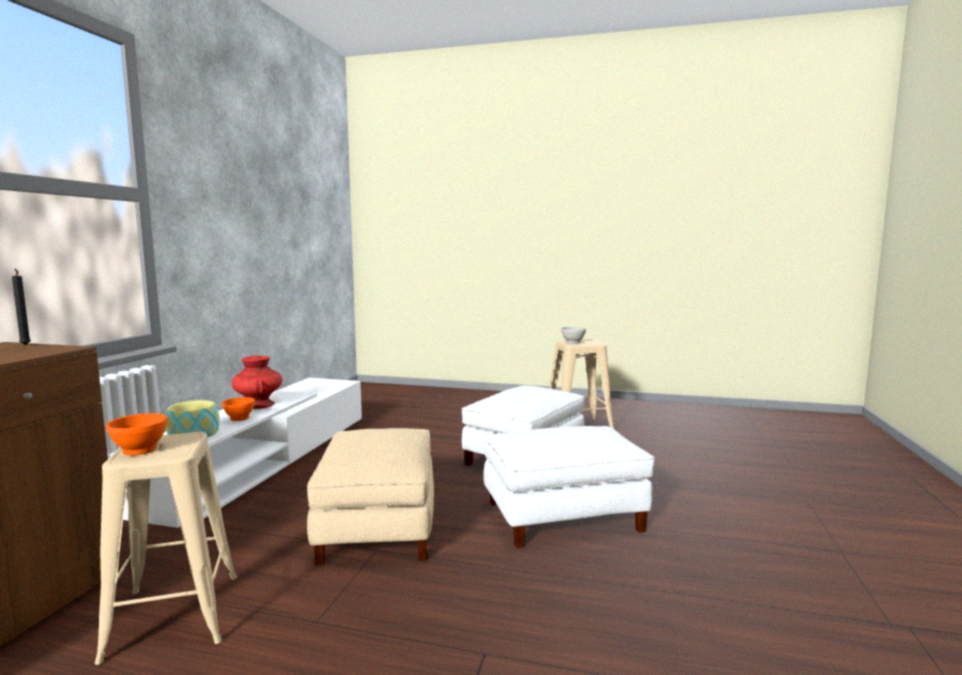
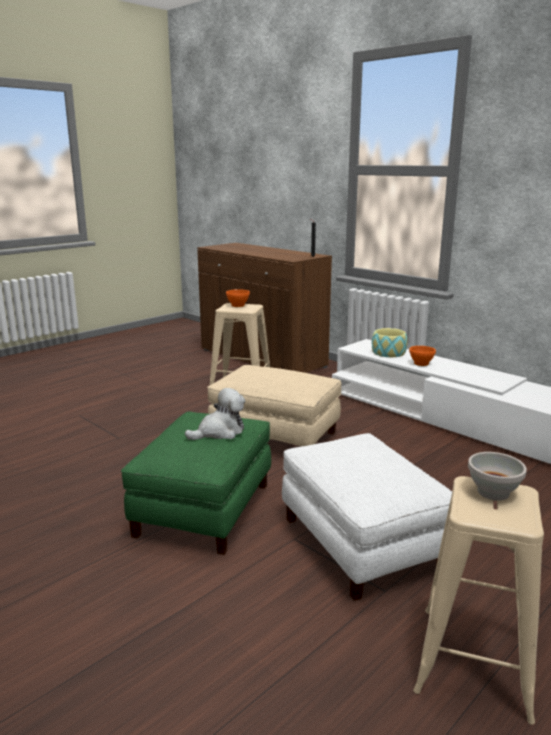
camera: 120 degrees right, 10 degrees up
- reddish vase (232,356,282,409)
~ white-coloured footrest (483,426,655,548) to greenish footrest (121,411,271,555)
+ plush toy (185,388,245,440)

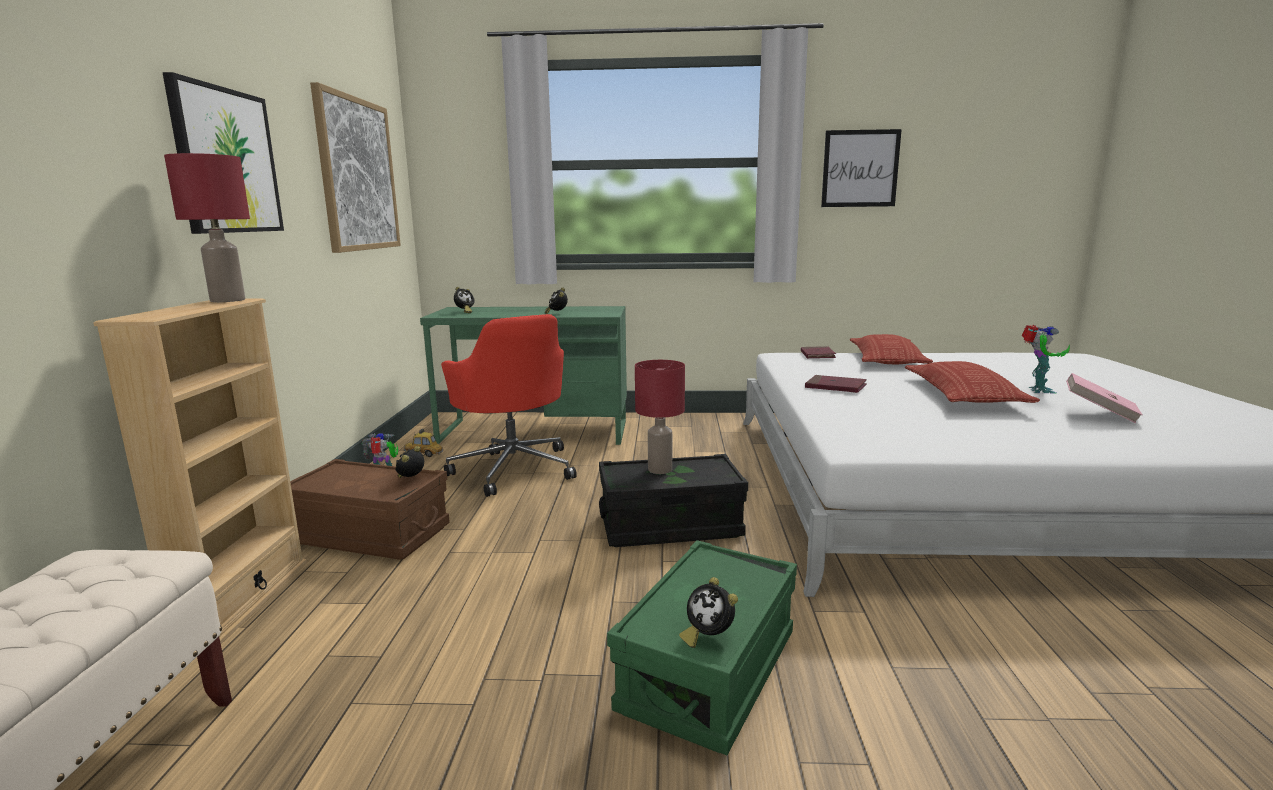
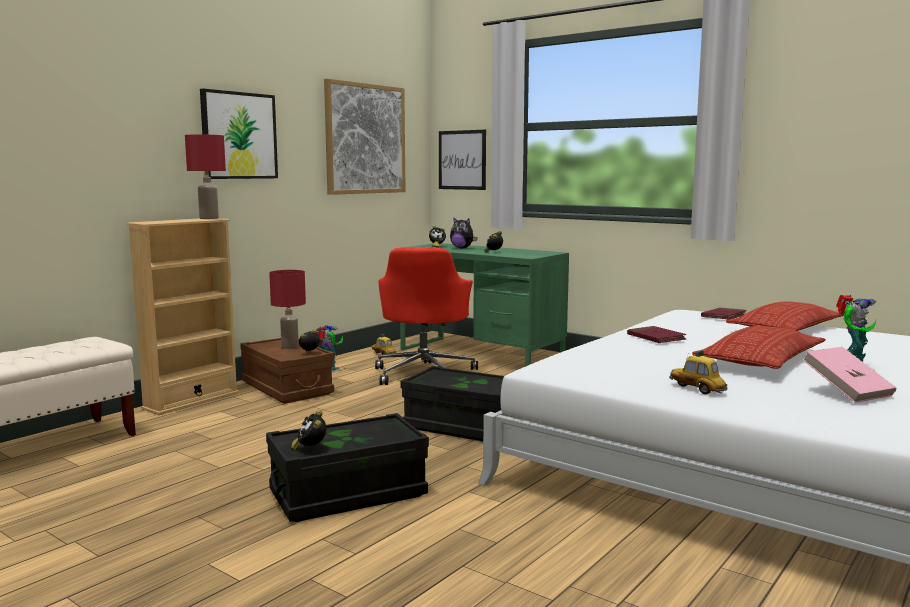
camera: 35 degrees right, 5 degrees down
~ greenish storage box (607,540,797,755) to black-coloured storage box (266,413,429,522)
~ reddish table lamp (635,360,685,474) to (269,270,306,349)
~ picture (821,129,902,207) to (439,130,486,190)
+ plush toy (450,217,478,249)
+ toy car (670,350,728,394)

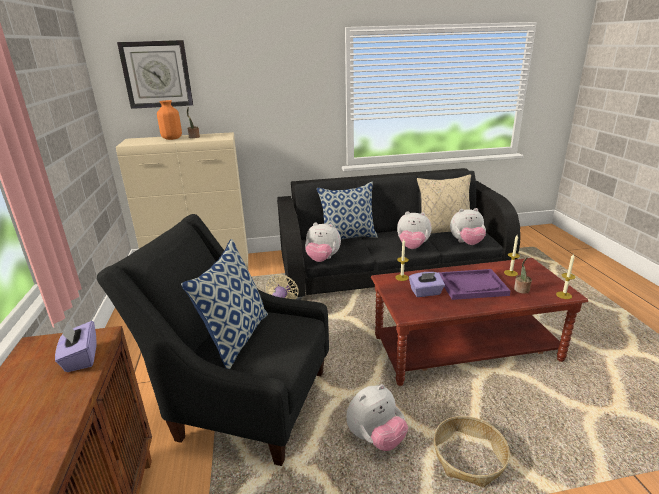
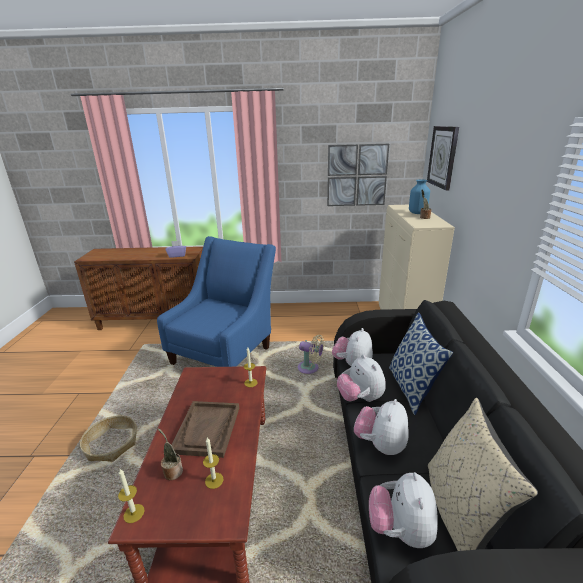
camera: 100 degrees right, 0 degrees up
~ black-coloured lounge chair (96,214,329,466) to blue-coloured lounge chair (157,236,276,367)
~ orange-coloured vase (157,100,182,140) to blue-coloured vase (409,179,430,214)
- pillow (181,239,268,369)
~ plush toy (346,384,408,451) to (337,354,386,402)
- purple tissue box (409,272,445,297)
~ purple carrying tray (438,269,511,300) to brown-coloured carrying tray (172,401,239,458)
+ picture (327,144,389,206)

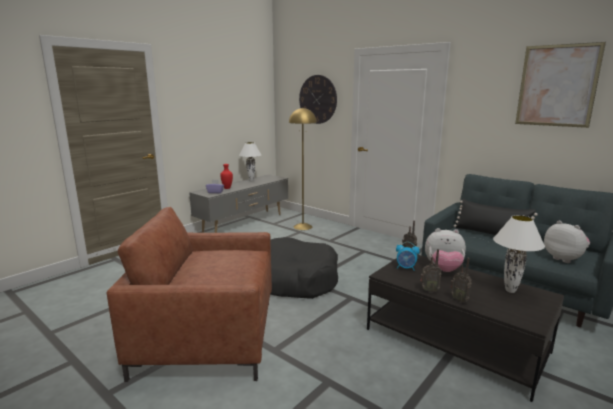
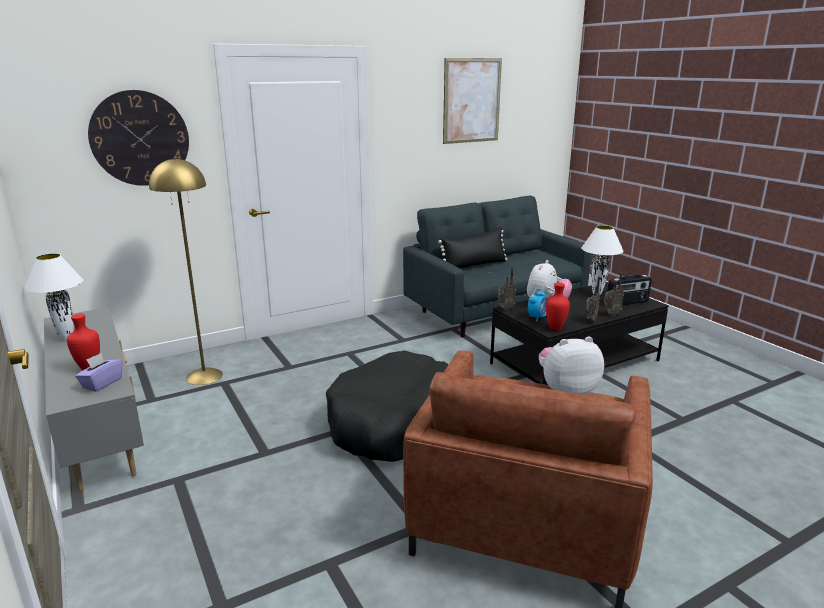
camera: 70 degrees left, 5 degrees up
~ plush toy (544,221,590,263) to (539,337,604,395)
+ reddish vase (546,283,570,330)
+ radio receiver (607,275,652,305)

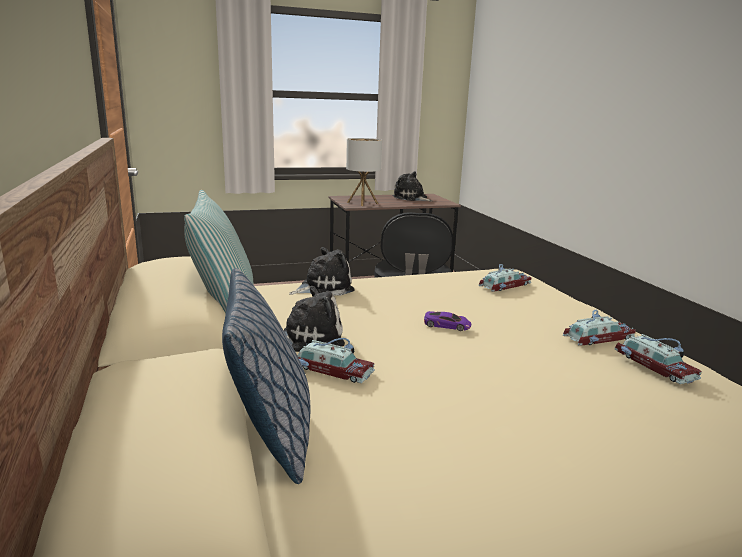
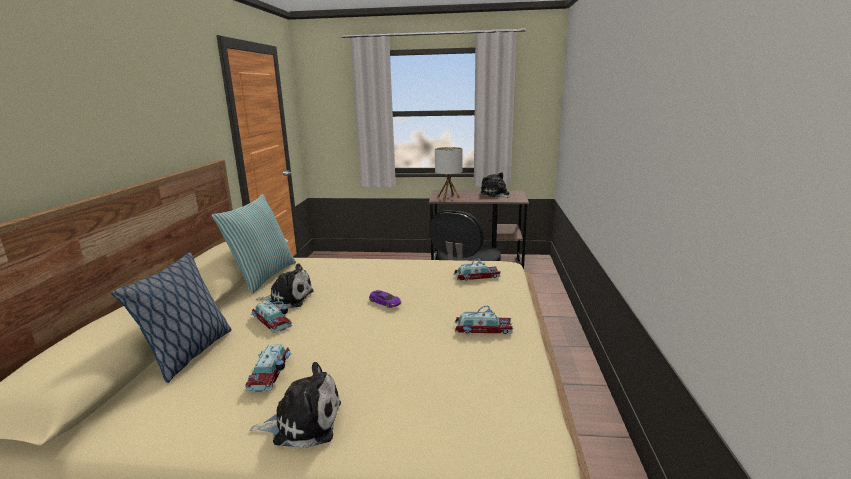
camera: 25 degrees right, 0 degrees up
~ plush toy (289,247,355,296) to (249,362,341,448)
~ toy car (615,334,702,384) to (245,344,291,392)

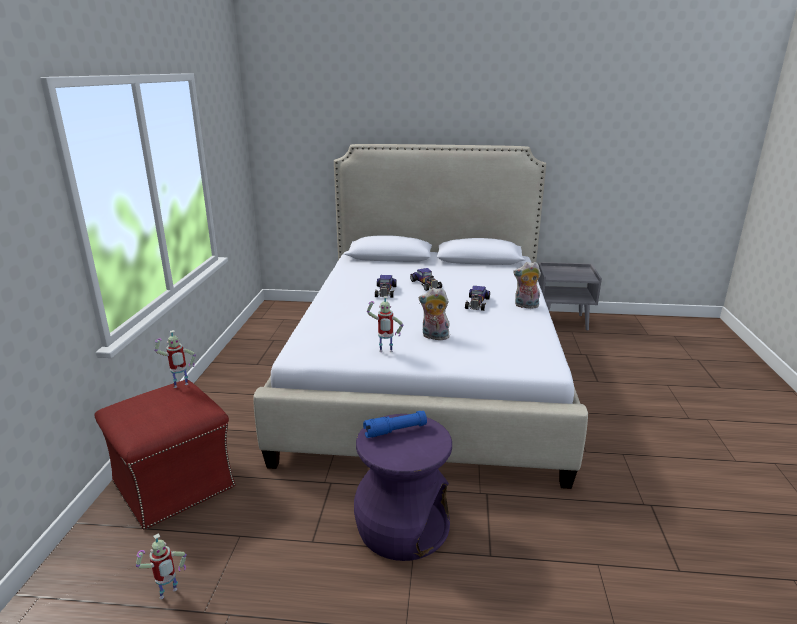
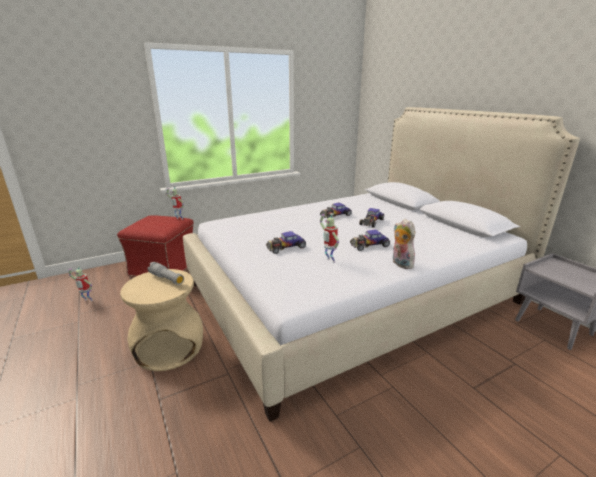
camera: 55 degrees right, 0 degrees up
~ purple sitting stool (354,414,452,561) to sand-coloured sitting stool (120,269,203,371)
~ blue-coloured flashlight (363,411,427,438) to grey flashlight (148,262,184,285)
~ model robot (367,296,403,352) to (320,213,339,263)
~ plush toy (419,288,450,340) to toy car (266,231,306,254)

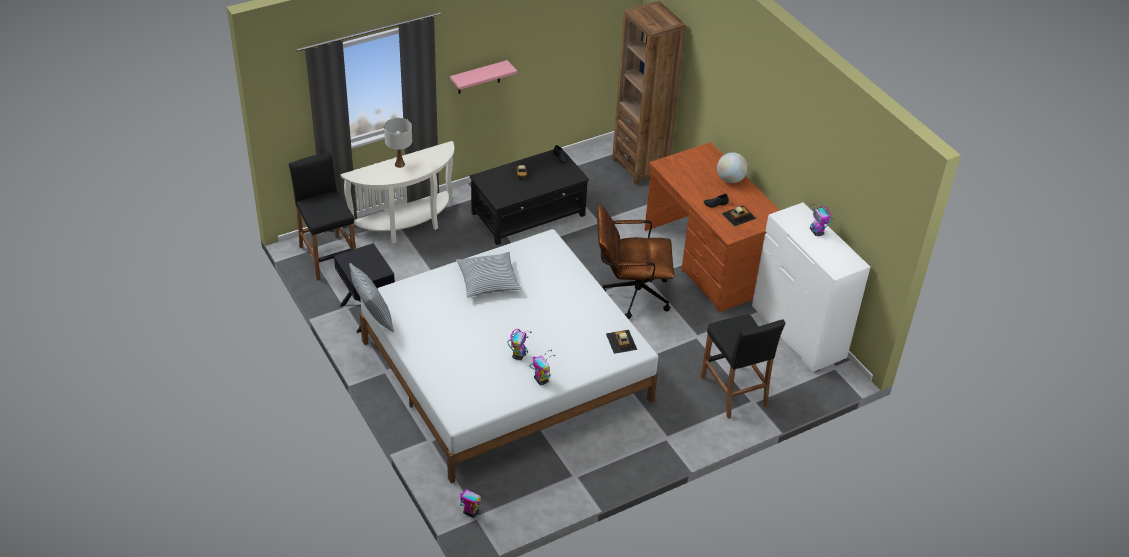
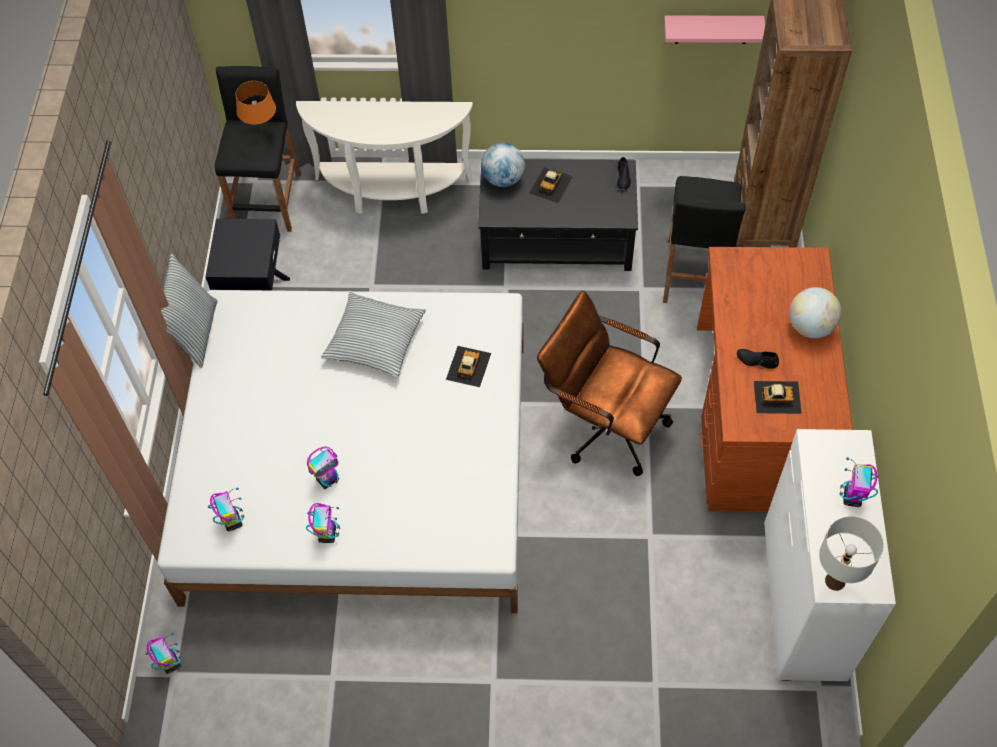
camera: 35 degrees right, 15 degrees up
~ white-coloured table lamp (384,118,412,168) to (819,516,884,591)
~ pinkish bracket shelf (450,60,517,94) to (664,15,765,44)
~ toy car (606,330,637,354) to (446,346,491,387)
~ black-coloured sitting stool (701,314,785,419) to (663,176,746,303)
+ model robot (208,487,244,531)
+ orange-coloured table lamp (236,81,276,135)
+ globe (481,143,525,187)

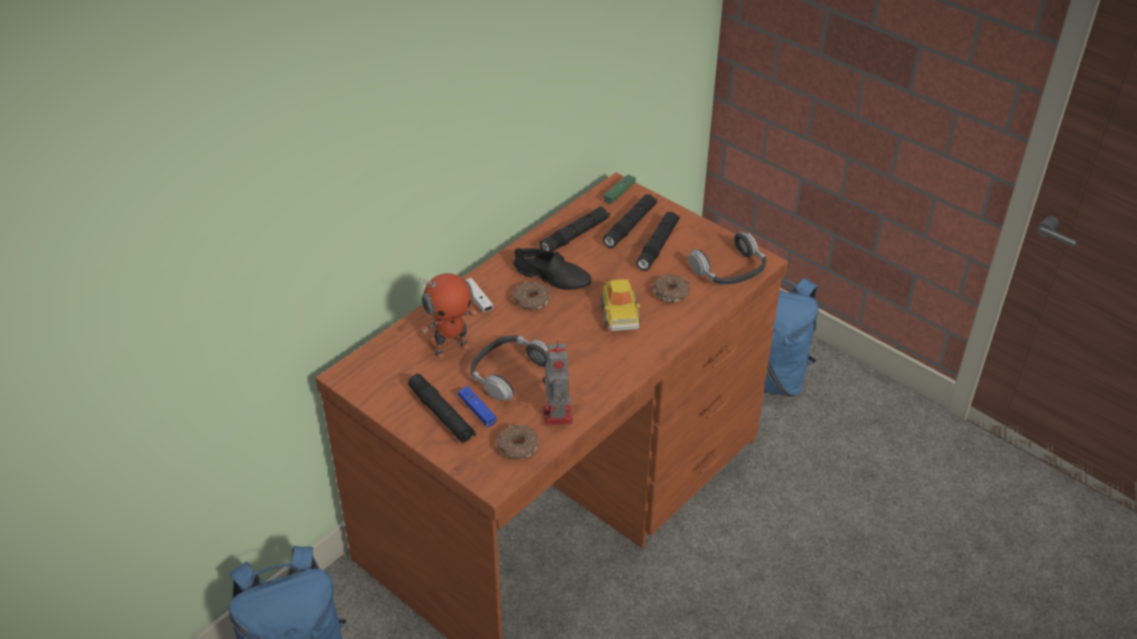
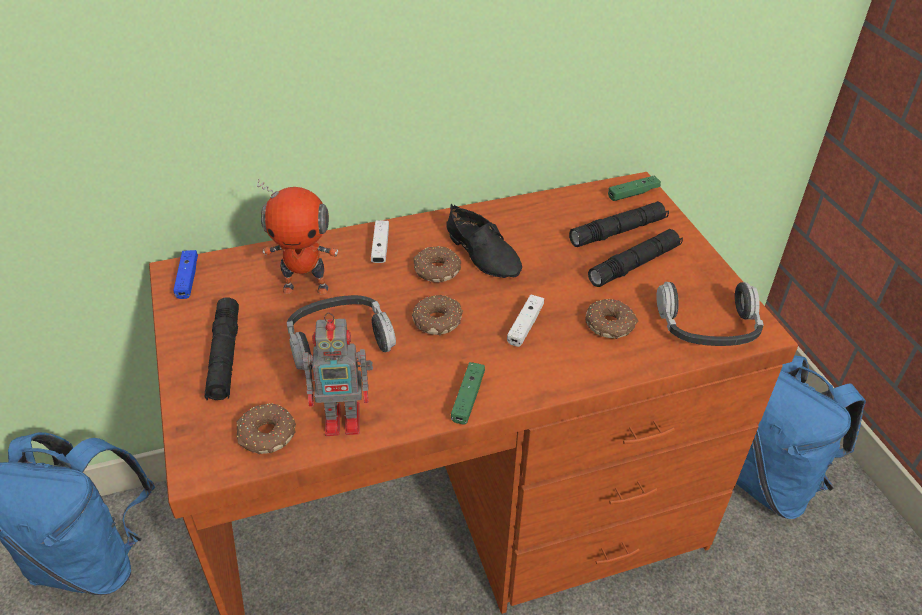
camera: 30 degrees right, 0 degrees up
~ blue-coloured game controller (458,386,496,427) to (173,250,198,299)
- black-coloured flashlight (539,206,610,252)
~ model robot (542,340,573,426) = (303,313,373,436) 120 degrees counterclockwise
~ toy car (600,279,640,331) to white-coloured game controller (507,295,544,347)
+ donut (412,295,463,335)
+ greenish game controller (451,362,485,424)

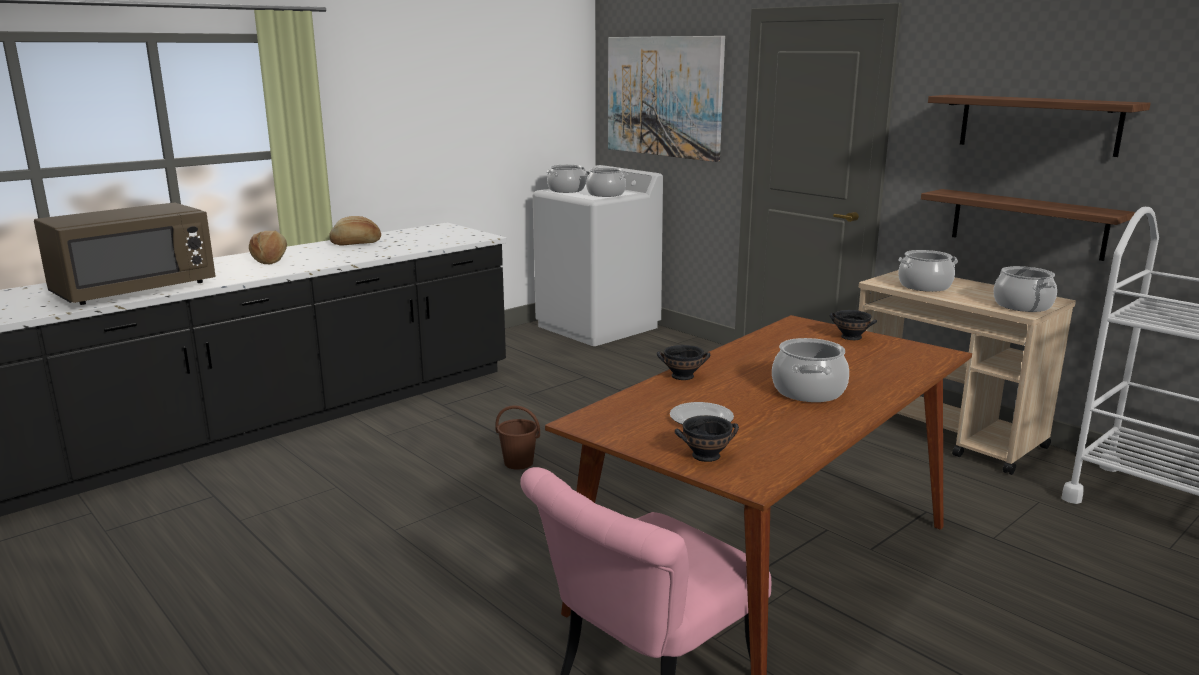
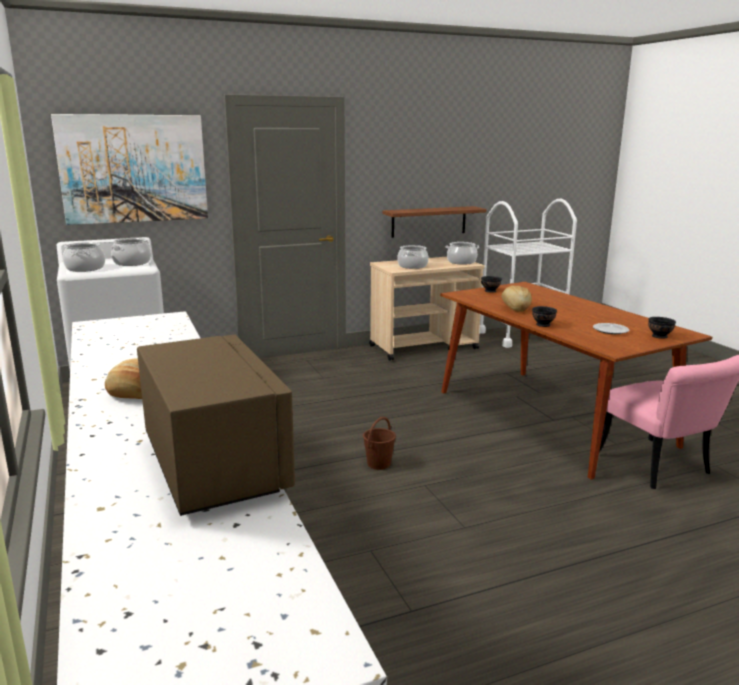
camera: 70 degrees left, 0 degrees up
~ bakery bread (329,216,381,246) to (501,285,532,312)
- cooking pot (772,338,849,402)
- bracket shelf (928,95,1151,157)

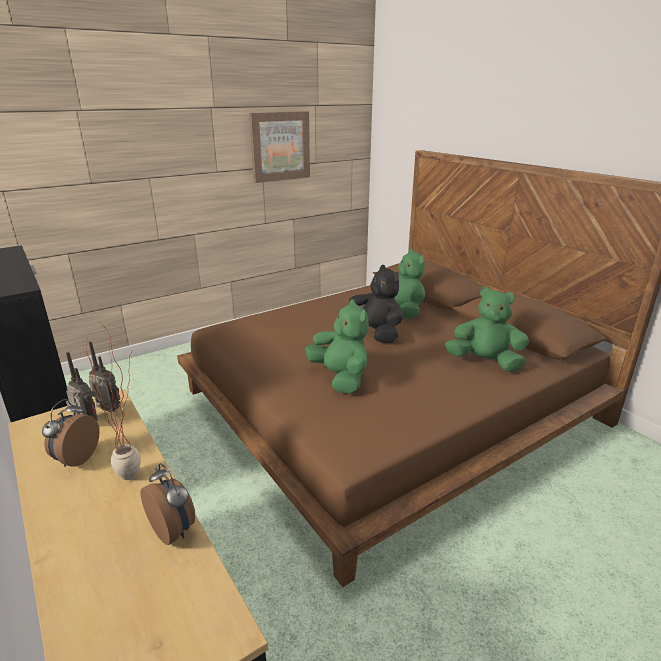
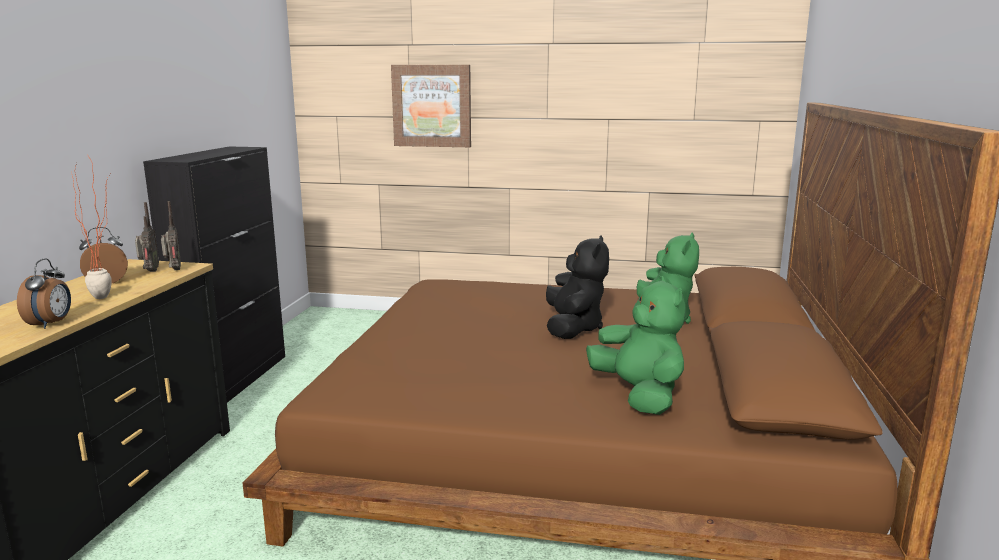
camera: 45 degrees right, 10 degrees down
~ picture (249,111,310,183) to (391,65,471,147)
- greenish plush toy (305,299,369,394)

